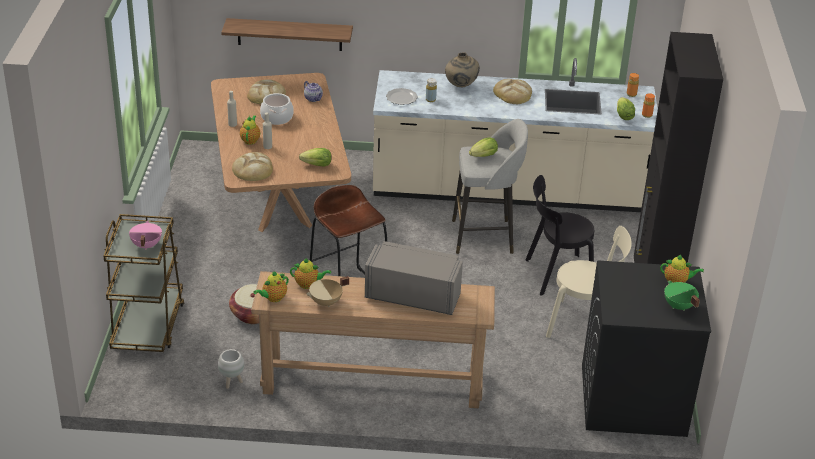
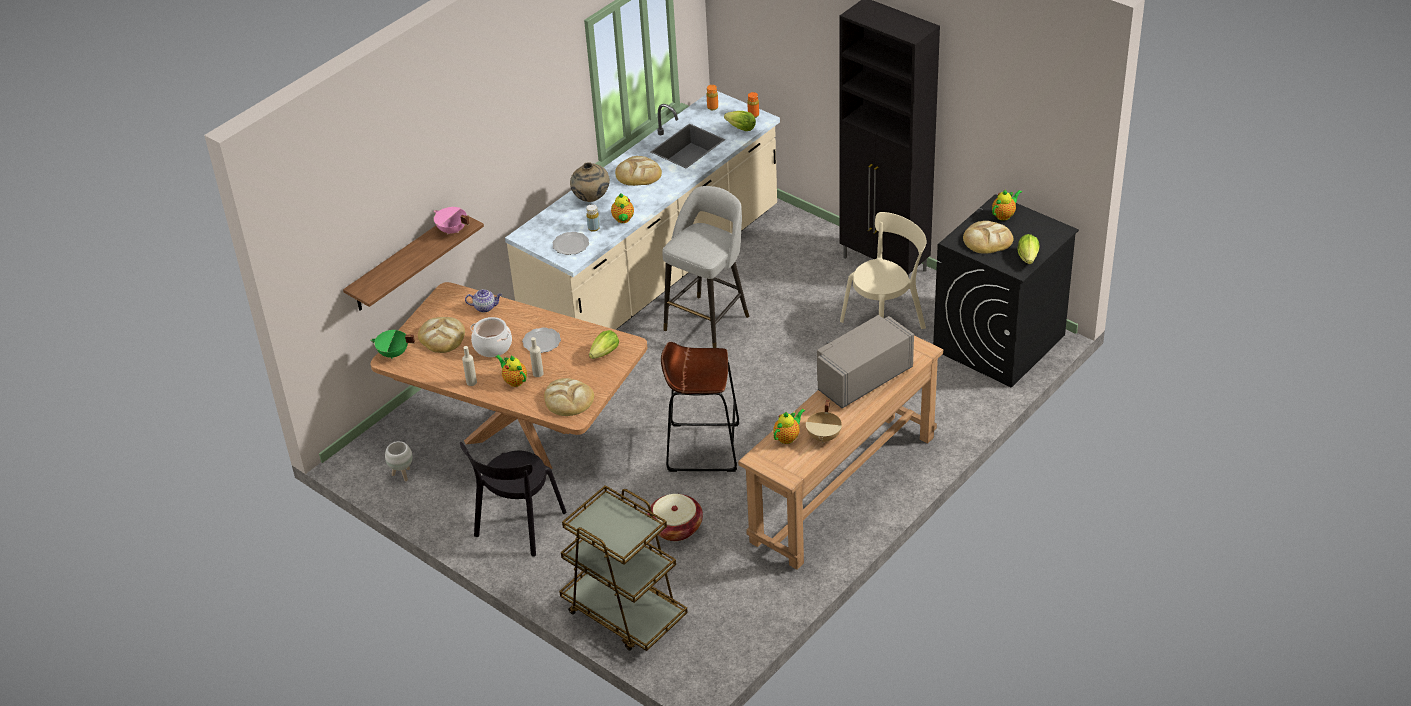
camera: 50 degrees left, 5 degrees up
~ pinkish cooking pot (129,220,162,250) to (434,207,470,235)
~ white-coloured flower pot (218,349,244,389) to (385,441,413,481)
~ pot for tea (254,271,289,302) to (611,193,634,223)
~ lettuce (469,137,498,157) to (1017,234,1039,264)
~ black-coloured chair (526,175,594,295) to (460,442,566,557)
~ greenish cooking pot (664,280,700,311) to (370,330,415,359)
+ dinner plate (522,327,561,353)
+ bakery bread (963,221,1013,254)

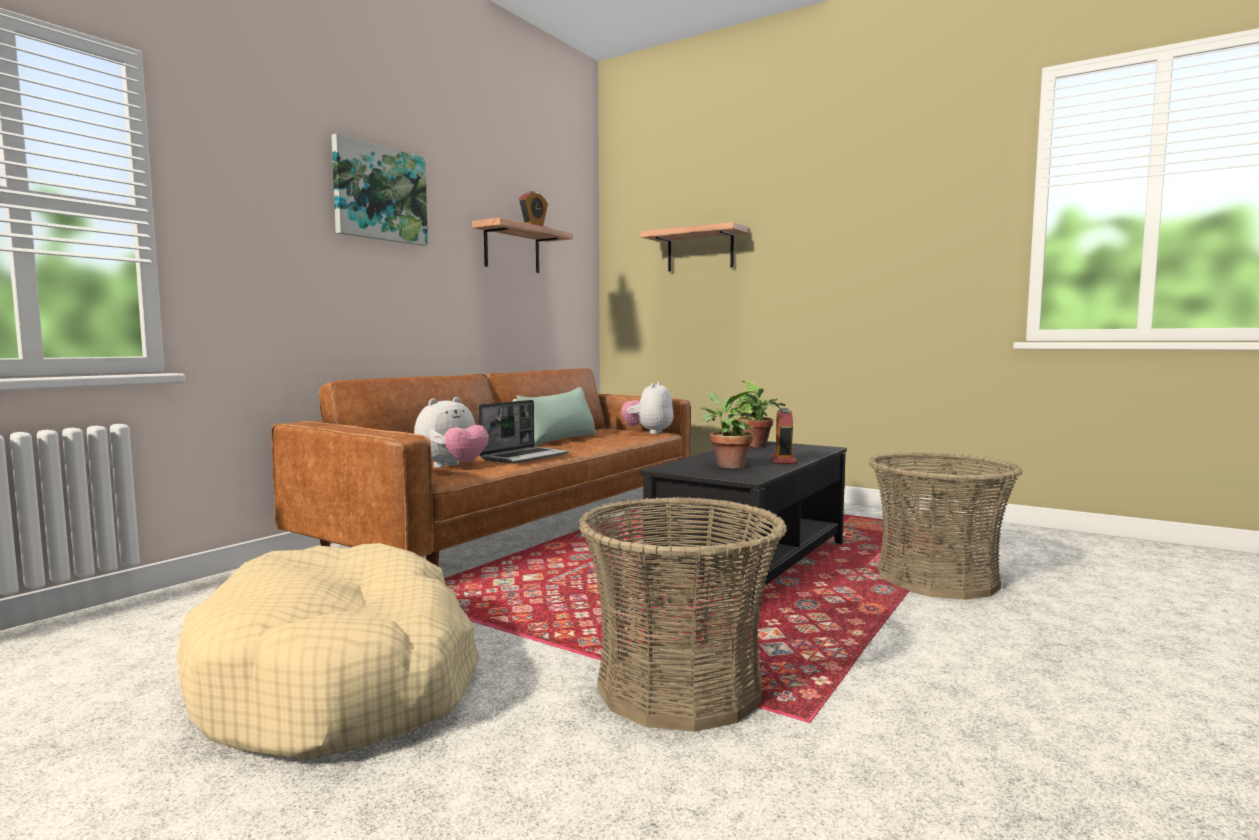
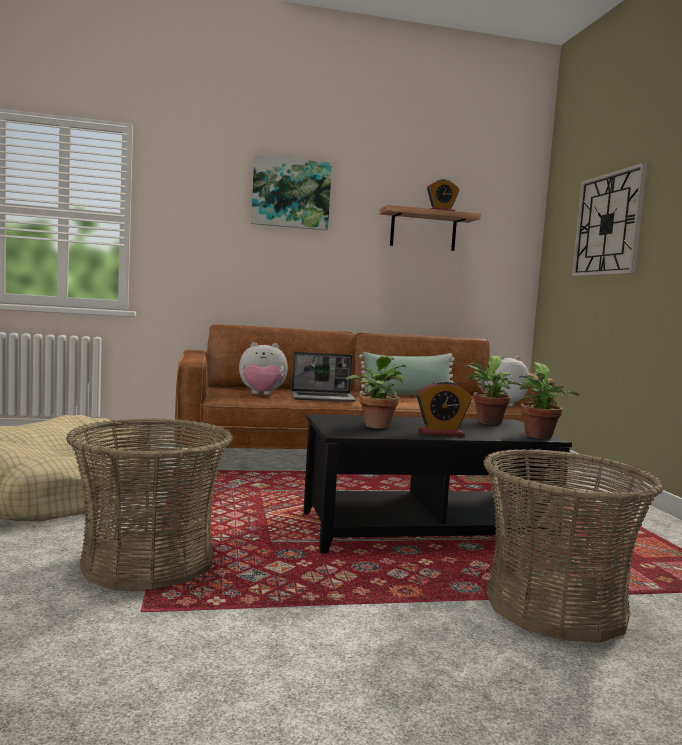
camera: 45 degrees right, 0 degrees up
~ bracket shelf (641,222,748,271) to clock on the wall (572,163,647,276)
~ table clock (771,408,797,464) = (416,380,472,437) 150 degrees counterclockwise
+ plant in a pot (519,362,580,439)

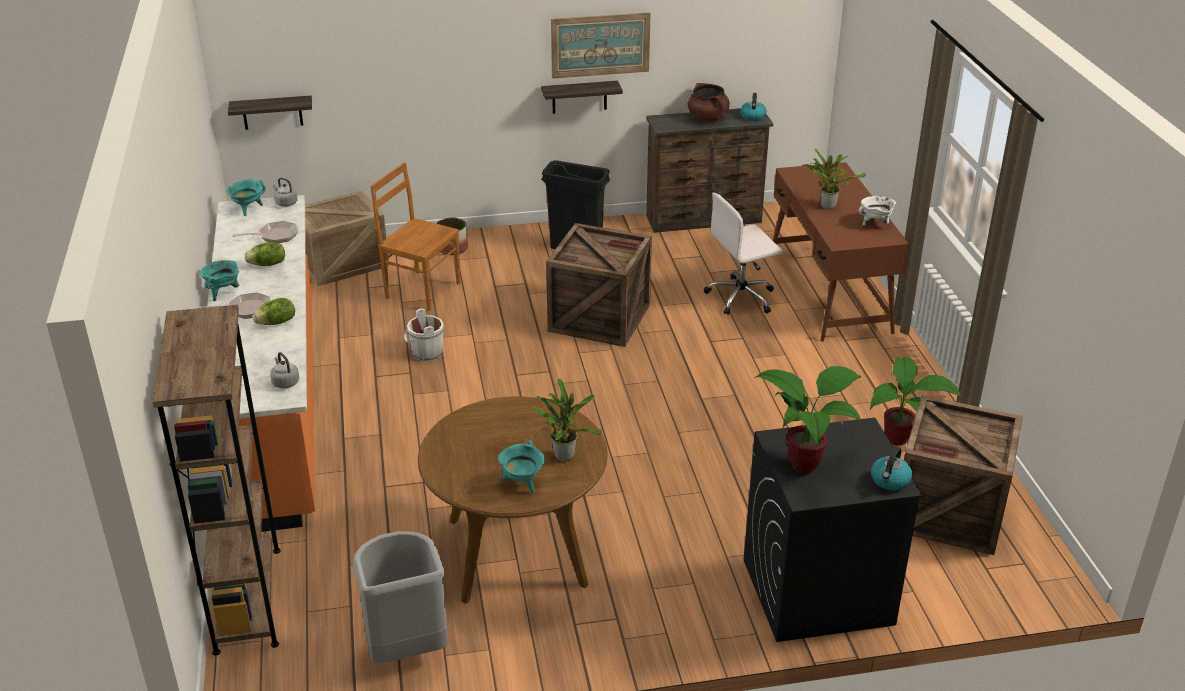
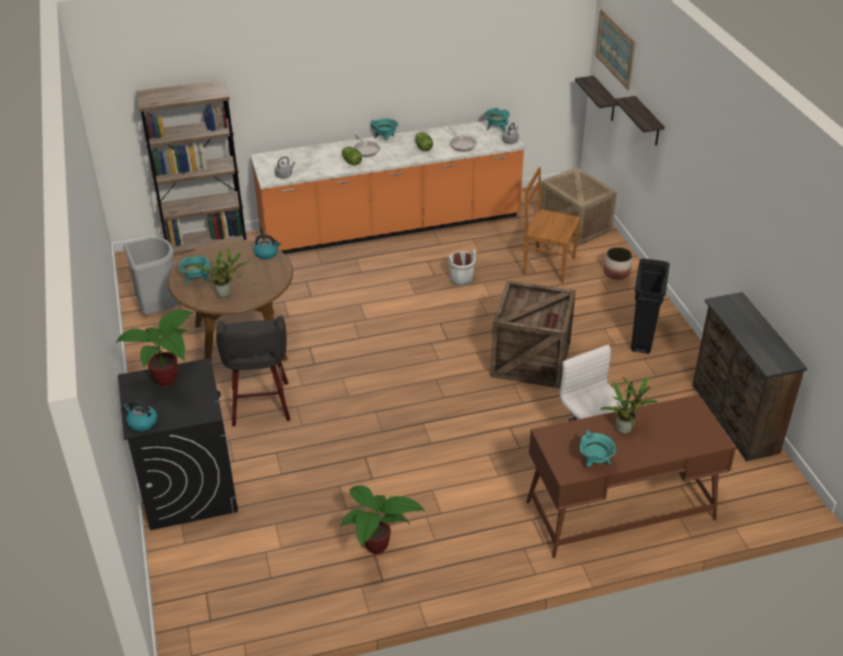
camera: 85 degrees right, 5 degrees up
~ brown-coloured chair (371,162,460,311) = (523,166,581,283) 90 degrees counterclockwise
~ bracket shelf (541,81,623,114) to (615,96,665,146)
~ picture (551,12,651,79) to (595,9,636,90)
- brown-coloured cooking pot (688,83,730,121)
~ kettle (740,93,767,121) to (254,234,281,259)
~ white-coloured cooking pot (859,196,896,227) to blue-green cooking pot (580,430,616,467)
- crate (904,395,1023,555)
+ grey sitting stool (216,315,290,426)

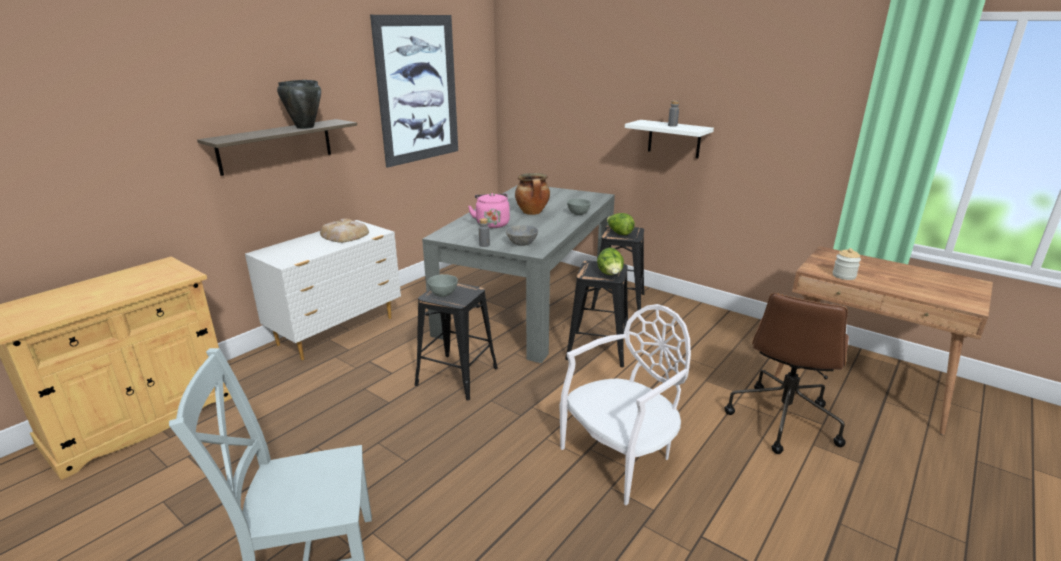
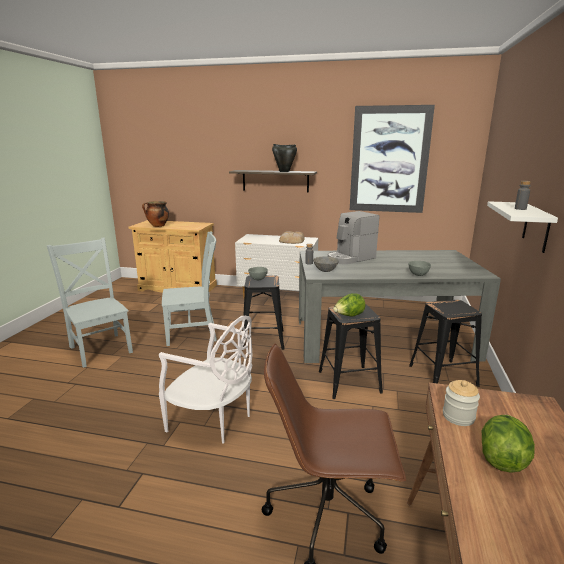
camera: 65 degrees right, 5 degrees down
~ pinkish kettle (468,193,510,228) to coffee machine (328,211,379,264)
~ cooking pot (515,173,550,215) to (142,201,169,227)
~ lettuce (607,213,635,235) to (482,415,535,473)
+ grey chair (162,231,217,346)

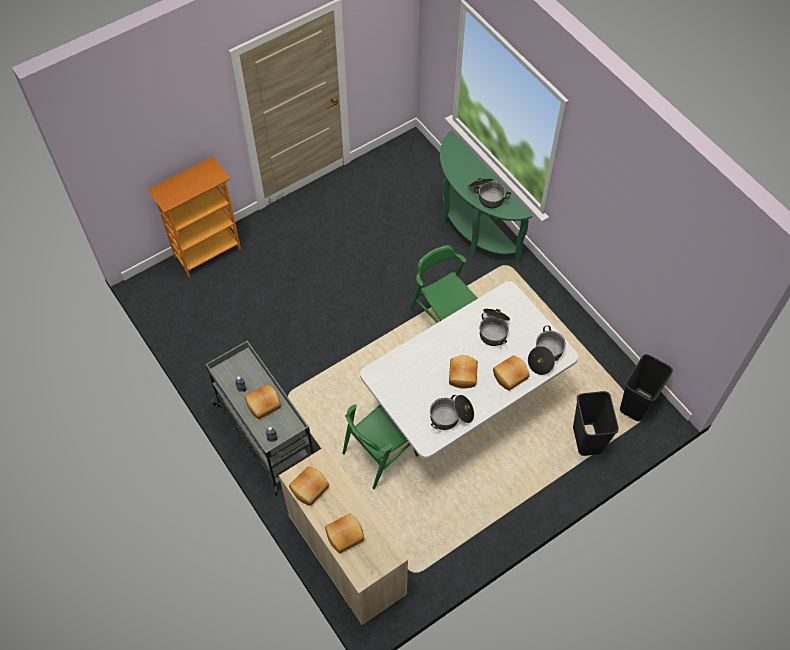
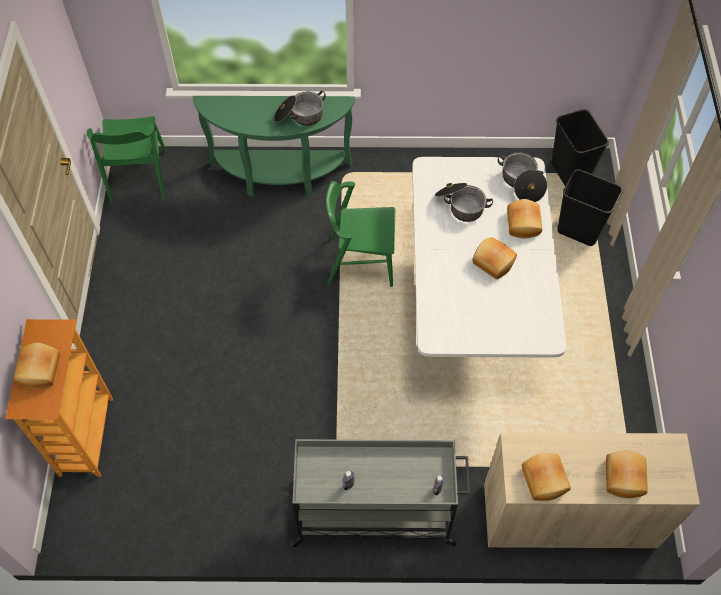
camera: 55 degrees left, 0 degrees up
~ bakery bread (245,384,281,419) to (14,343,60,389)
~ greenish chair (342,404,418,489) to (87,116,167,203)
- cooking pot (430,395,474,430)

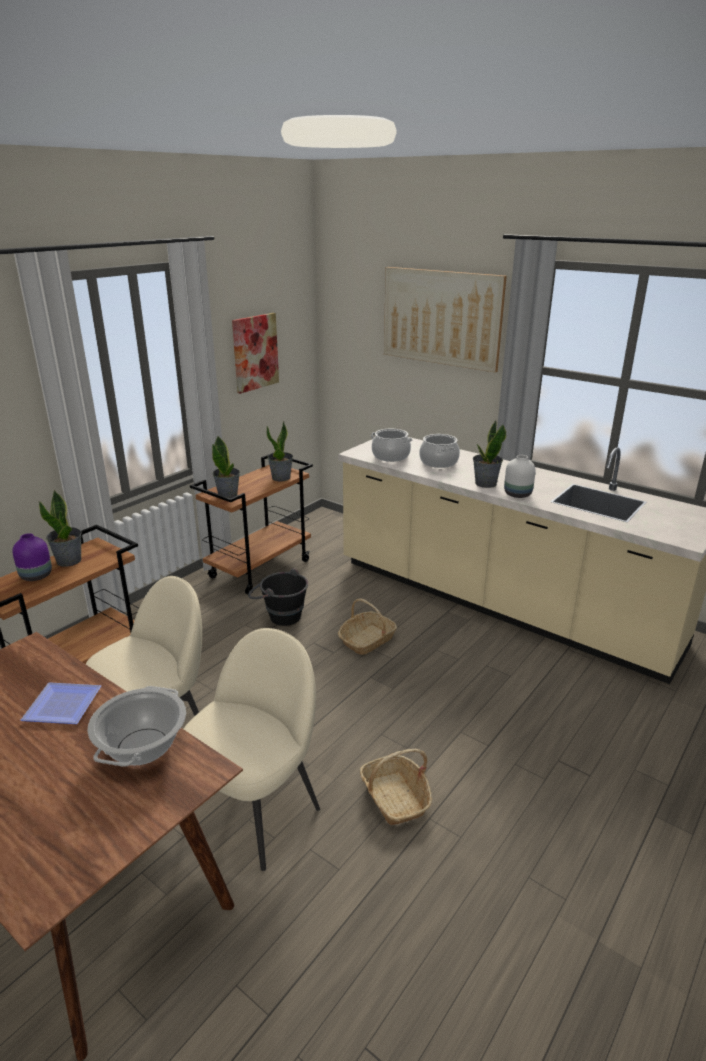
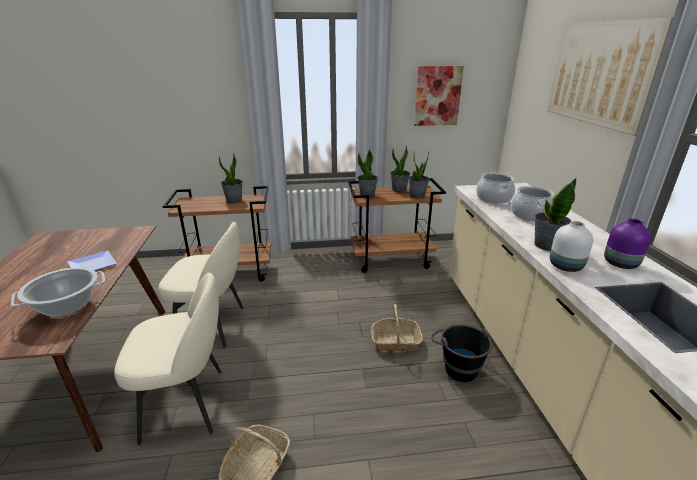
camera: 45 degrees right, 0 degrees up
~ purple vase (12,533,52,581) to (604,219,651,269)
~ black-coloured pail (248,568,308,626) to (431,324,492,382)
+ plant in a pot (391,146,410,192)

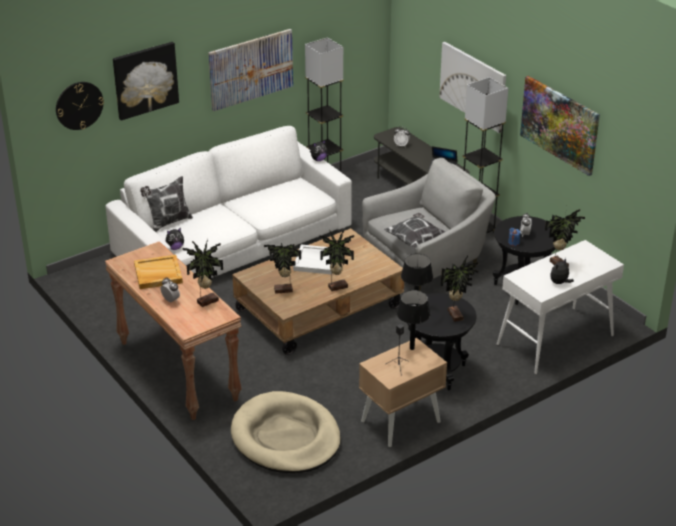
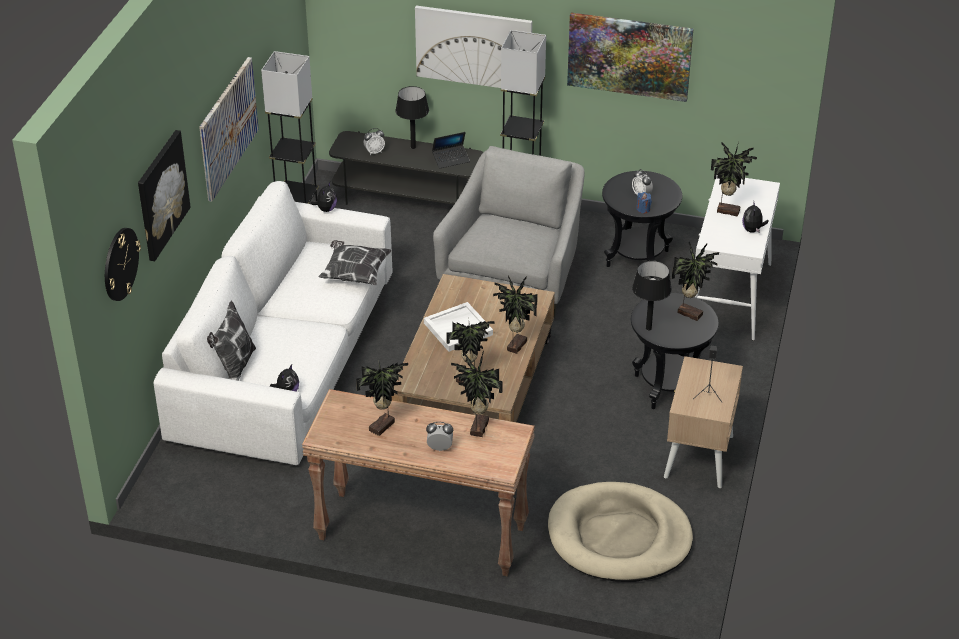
camera: 40 degrees left, 5 degrees up
~ sand-coloured carrying tray (134,255,183,289) to plant in a pot (356,362,408,436)
~ pillow (384,213,445,250) to (319,240,392,285)
~ black-coloured table lamp (397,290,430,350) to (395,86,429,149)

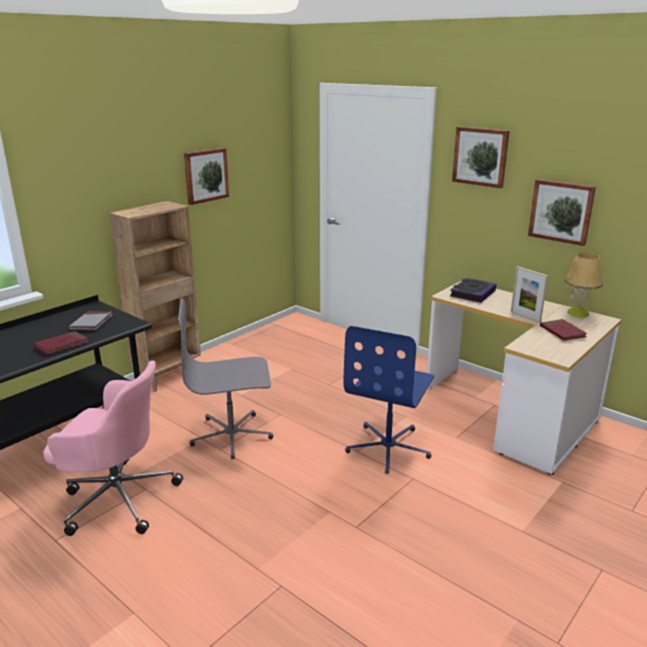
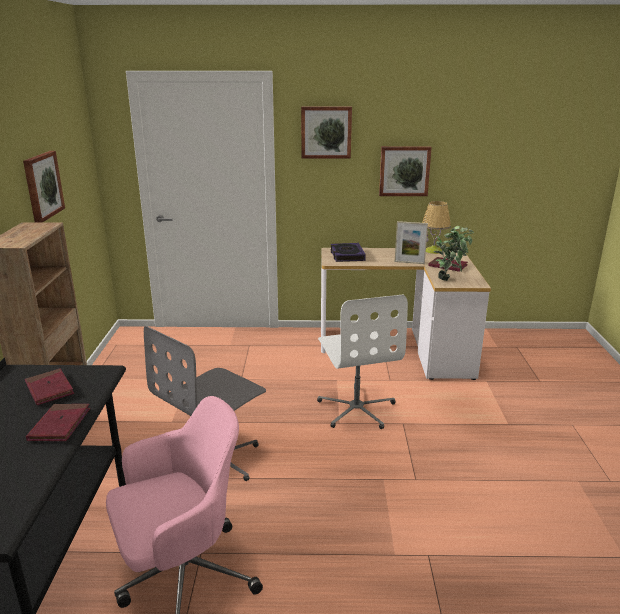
camera: 40 degrees left, 0 degrees up
~ grey bound book (69,311,112,330) to reddish bound book (25,368,74,405)
~ blue-coloured office chair (343,326,434,474) to white-coloured office chair (317,295,408,429)
+ plant in a pot (434,226,474,281)

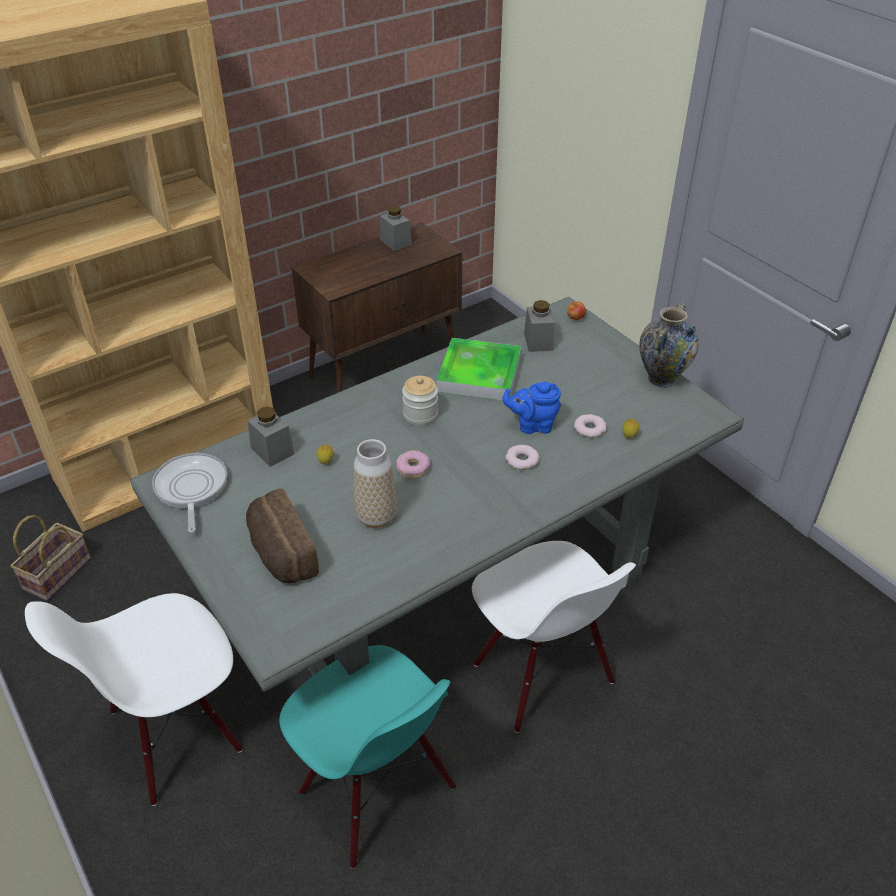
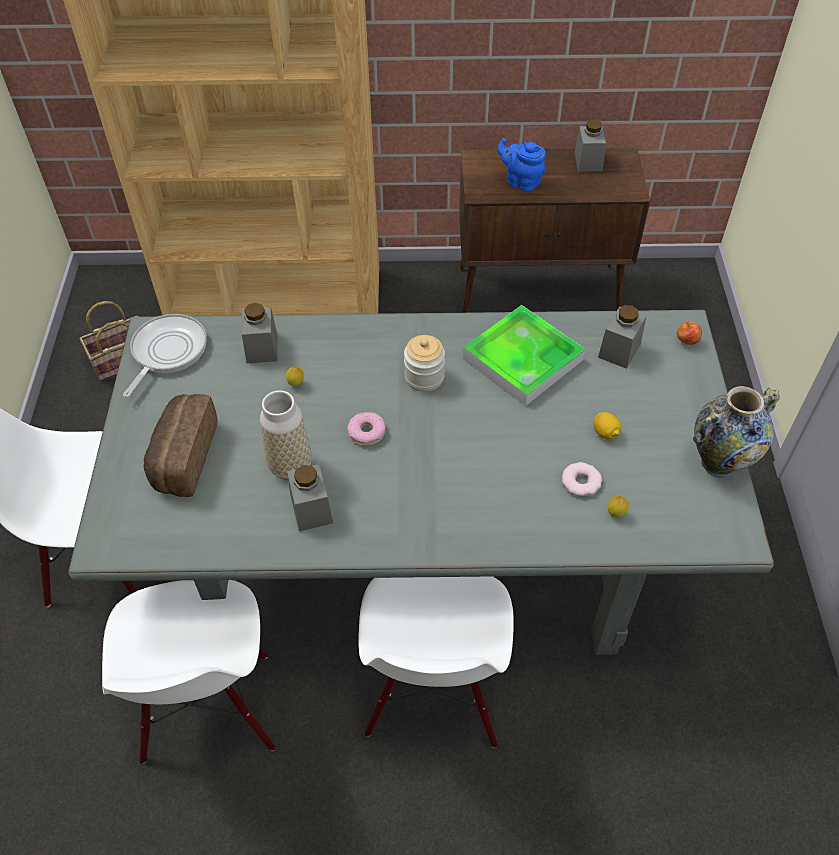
camera: 35 degrees right, 10 degrees up
~ blue-green chair (279,645,456,869) to white-coloured chair (102,580,275,764)
~ blue-coloured pot for tea (502,382,561,434) to (497,138,546,192)
- donut (505,445,540,470)
+ grey storage jar (287,464,333,531)
+ citrus fruit (593,412,621,440)

